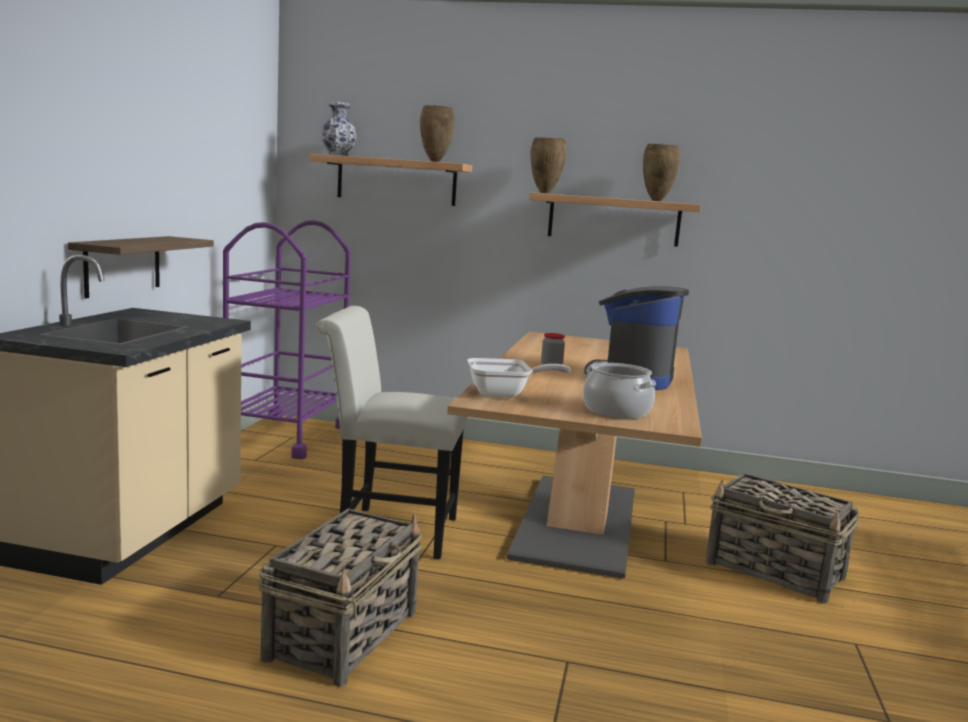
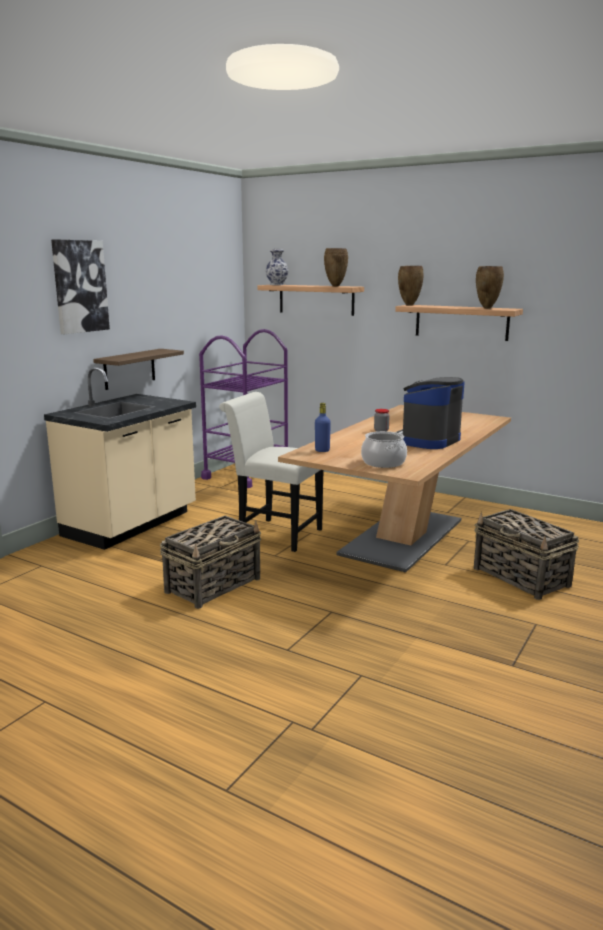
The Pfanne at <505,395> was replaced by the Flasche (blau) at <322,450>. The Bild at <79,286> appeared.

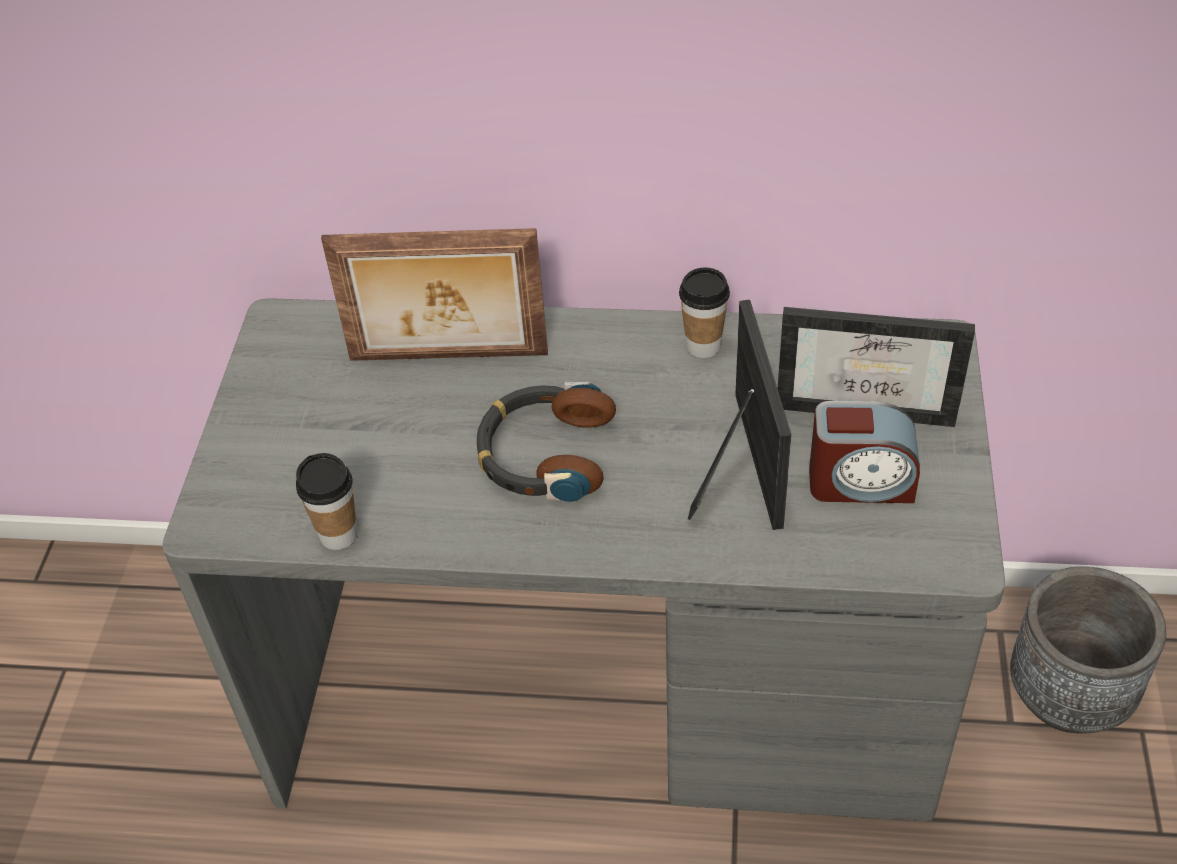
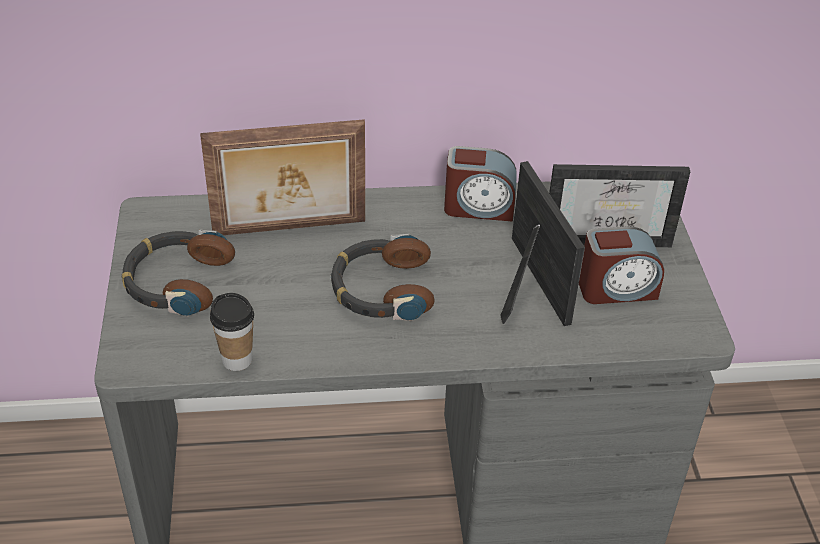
The Tasse at <703,346> was replaced by the Wecker at <479,207>. The Pflanzkübel (grau) at <1069,695> disappeared. The Kopfhörer at <176,281> appeared.

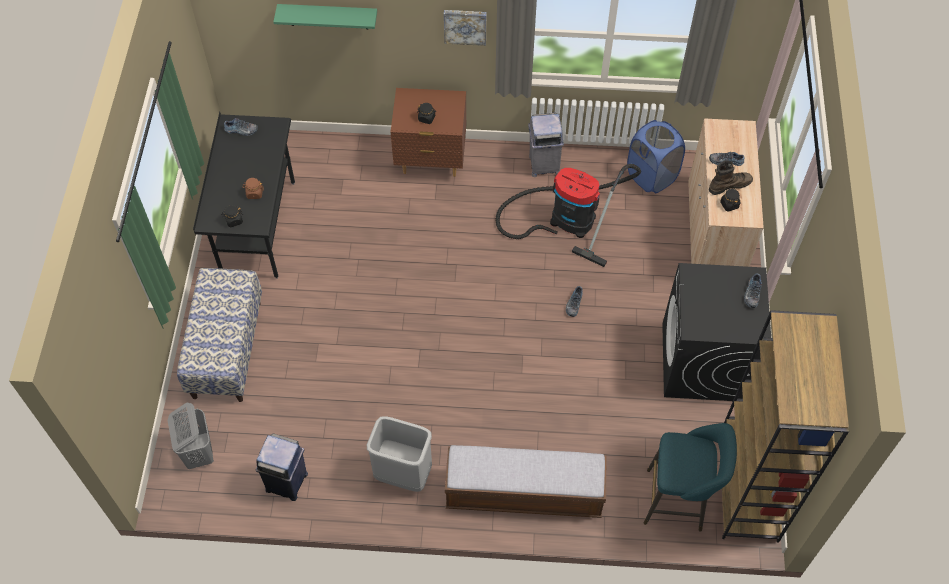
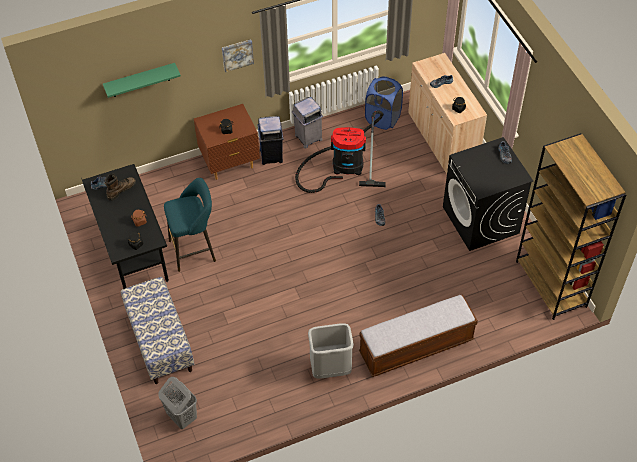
The Stiefel (braun) moved from <729,185> to <121,190>. The Hocker (türkis) moved from <679,500> to <195,250>. The Mülleimer (blau) moved from <287,482> to <272,156>.

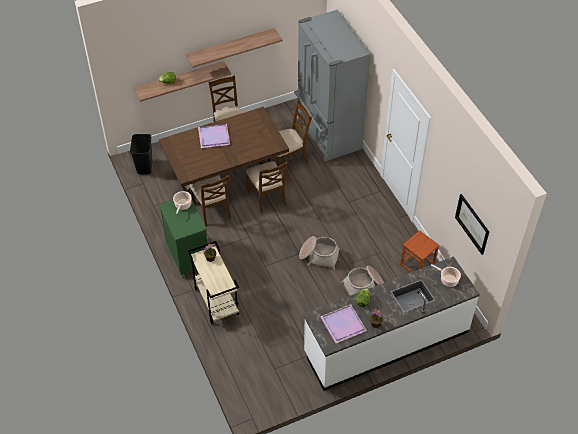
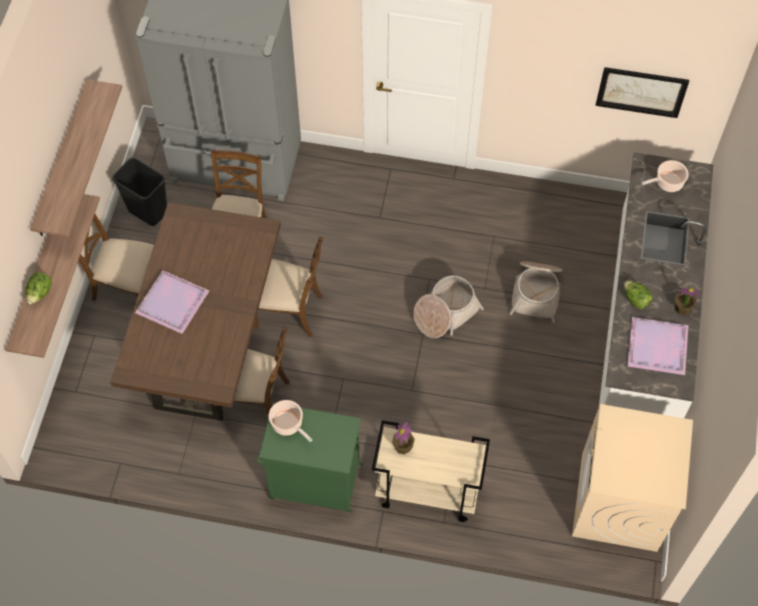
The Mülleimer (schwarz) moved from <144,167> to <147,211>. The Hocker (braun) at <417,265> disappeared. The Waschmaschine (beige) at <619,502> appeared.

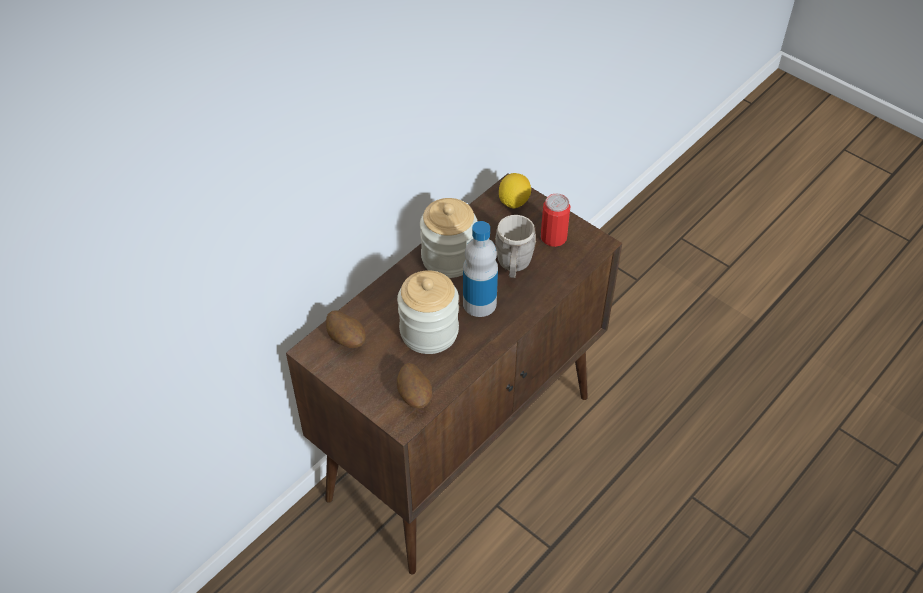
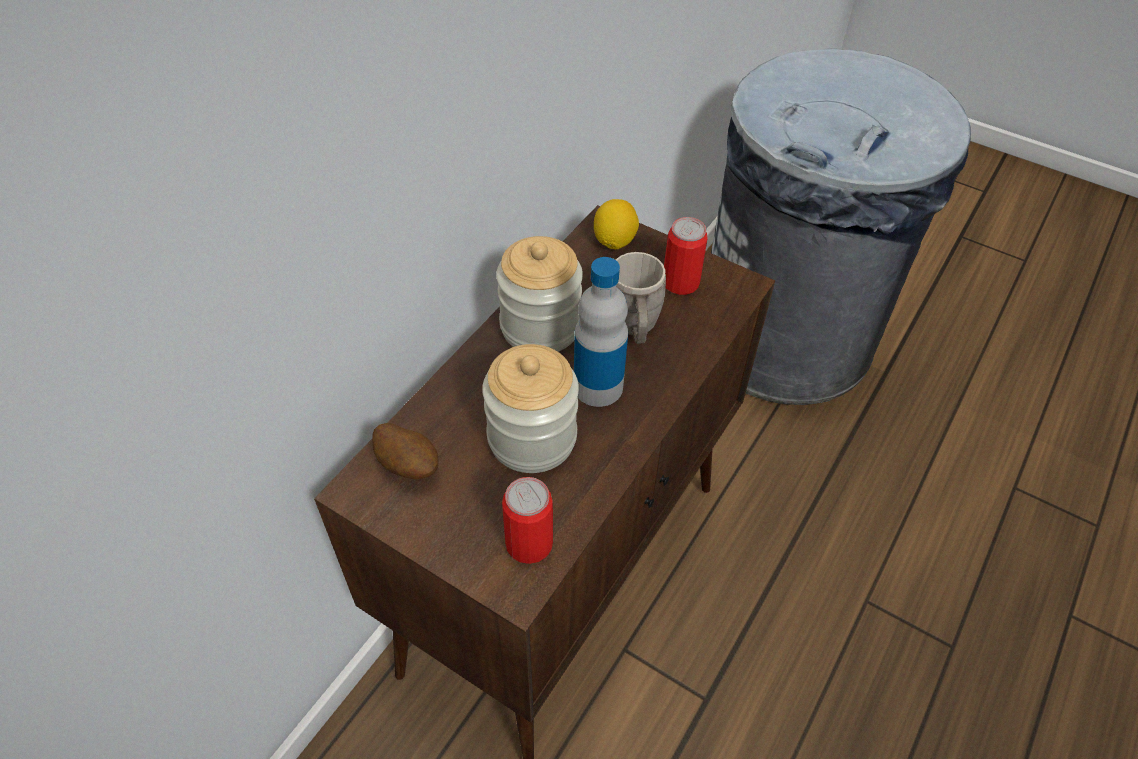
The Kartoffel at <415,396> was replaced by the Dose at <529,543>. The Mülleimer (grau) at <785,338> appeared.

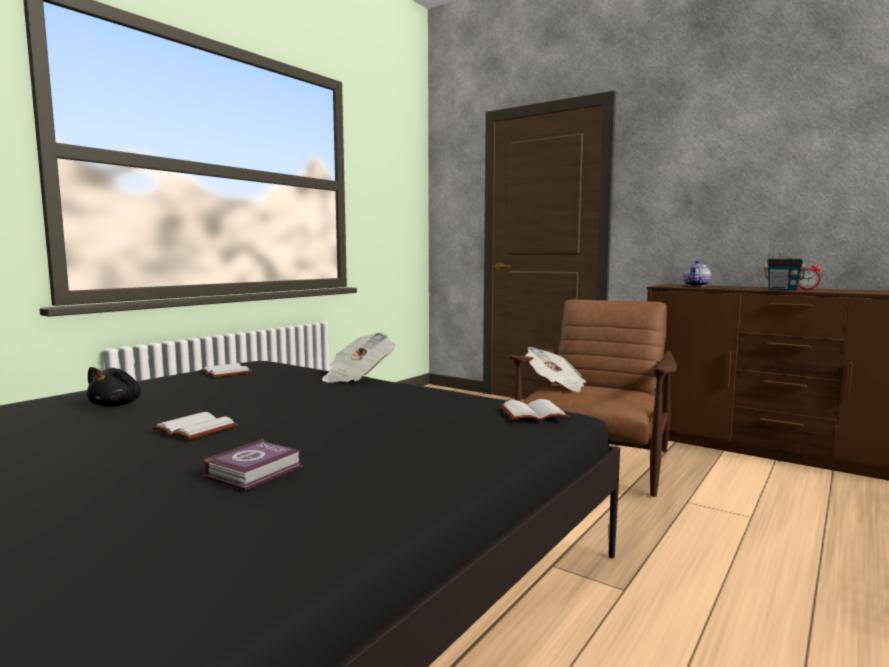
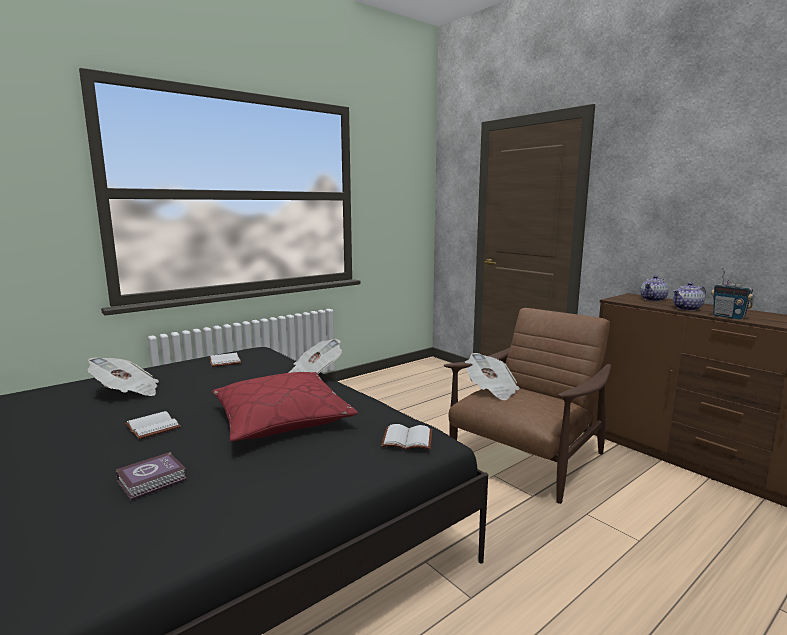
The Wecker at <806,289> disappeared. The Plüschtier (schwarz) at <117,405> was replaced by the Zeitung at <127,392>. The Teekanne at <687,309> appeared. The Kissen (rot) at <281,419> appeared.

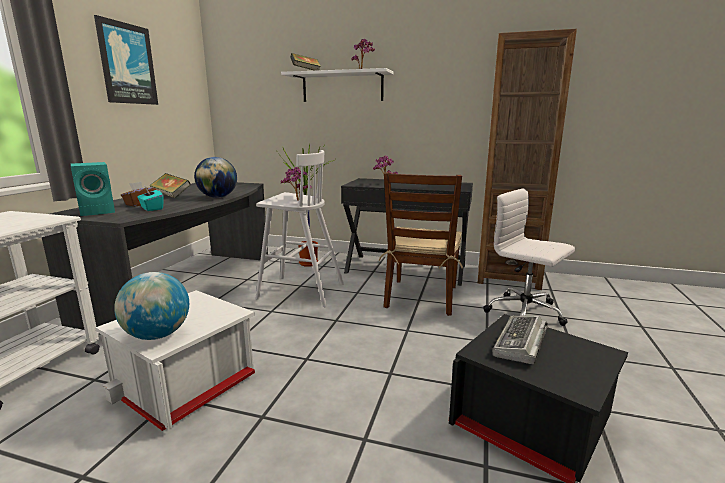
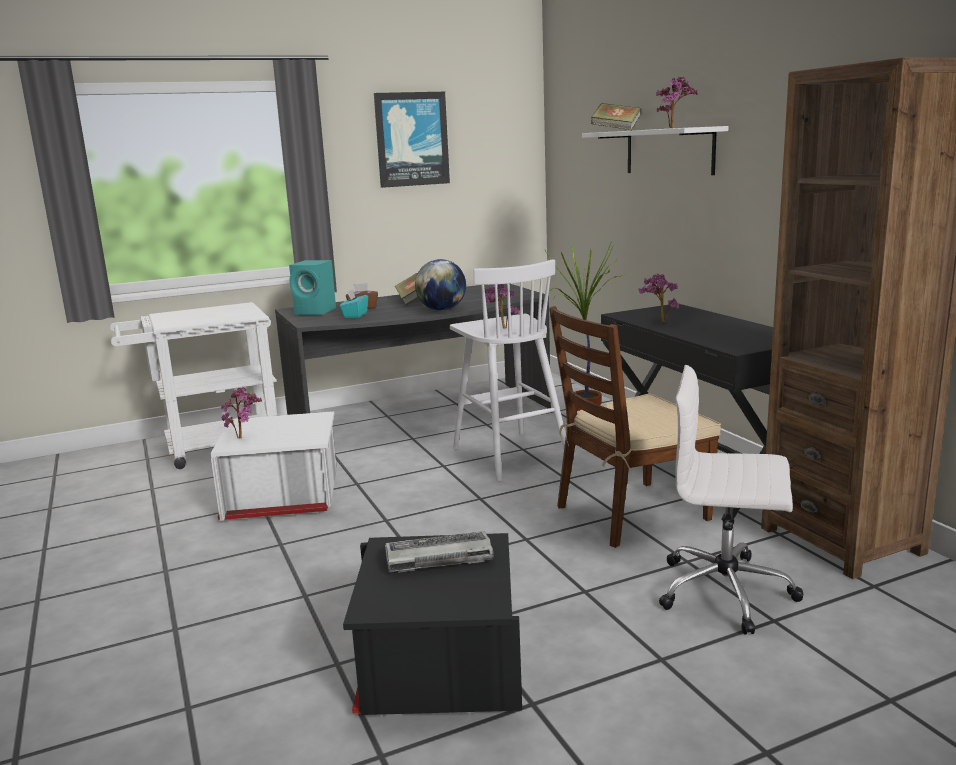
The Bürostuhl (weiß) at <526,313> turned 75 degrees counterclockwise. The Globus at <158,335> was replaced by the Topfpflanze at <243,438>.

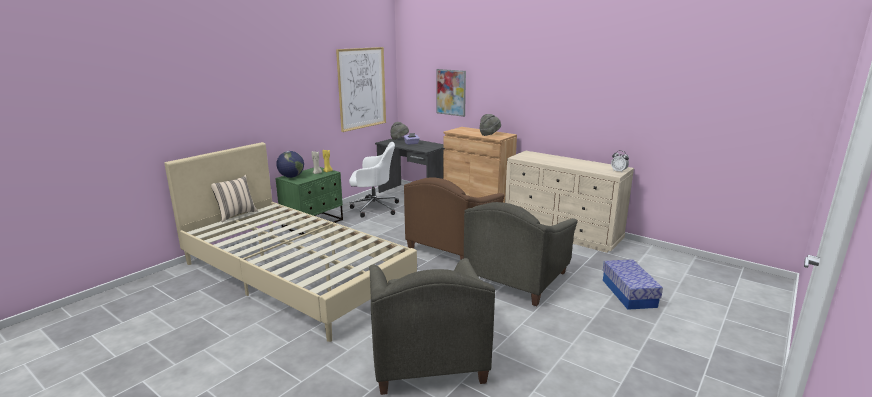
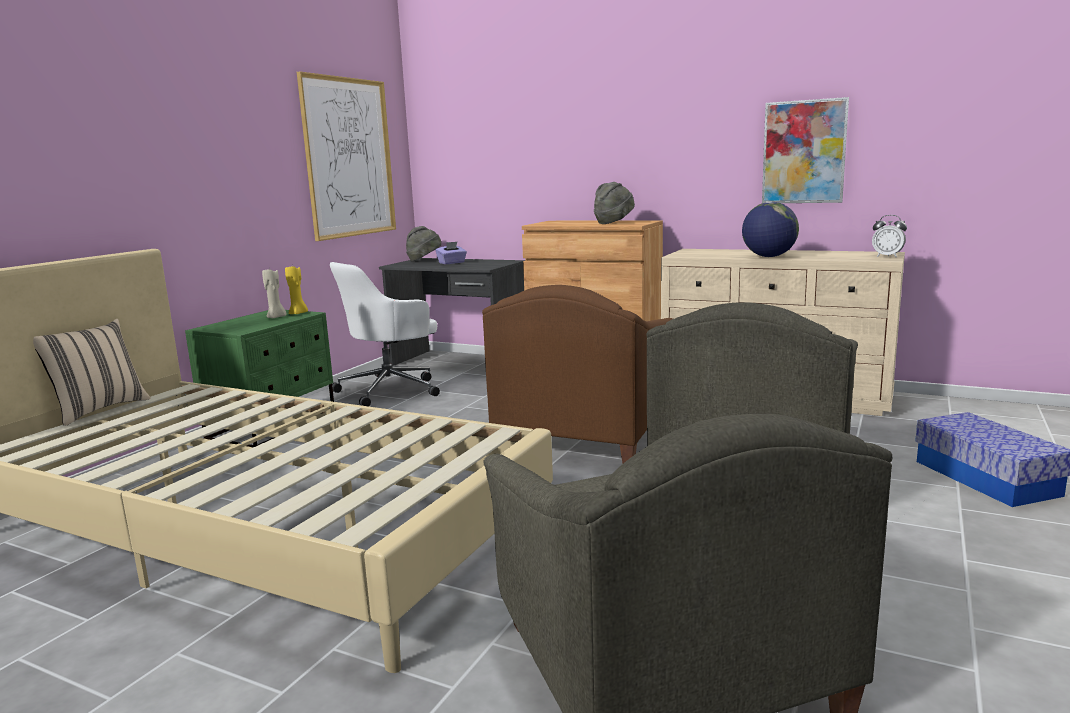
The Bild moved from <451,92> to <804,152>. The Bürostuhl (weiß) at <373,208> turned 150 degrees clockwise. The Globus moved from <291,177> to <769,256>.

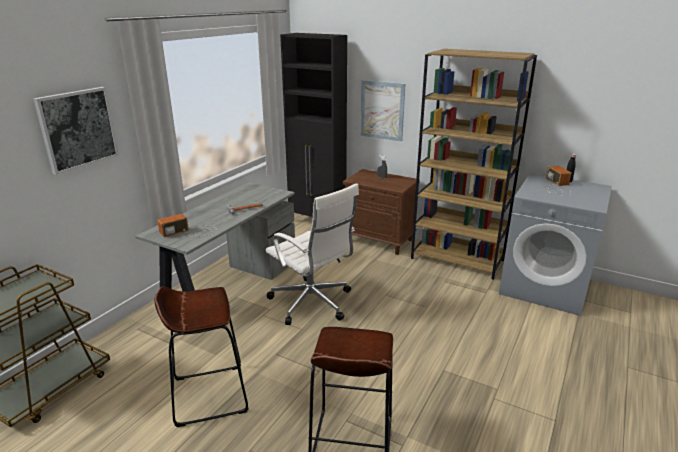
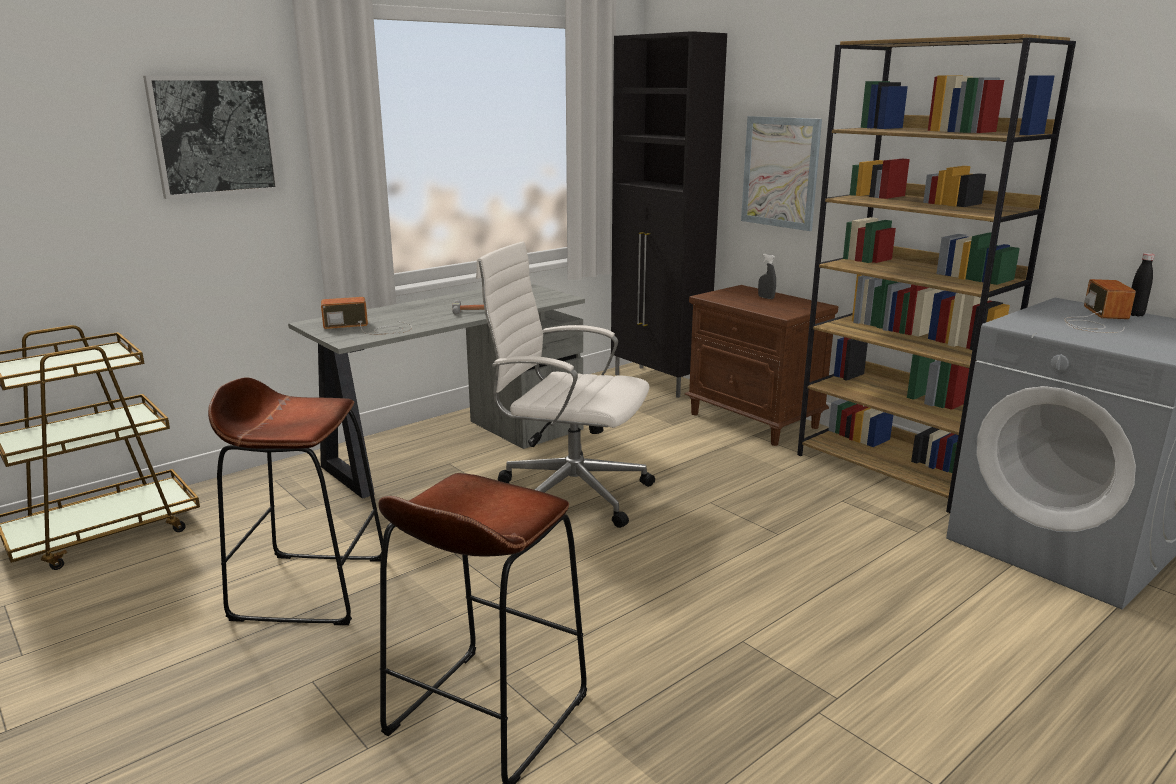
The Bürostuhl (weiß) at <312,303> turned 135 degrees clockwise.

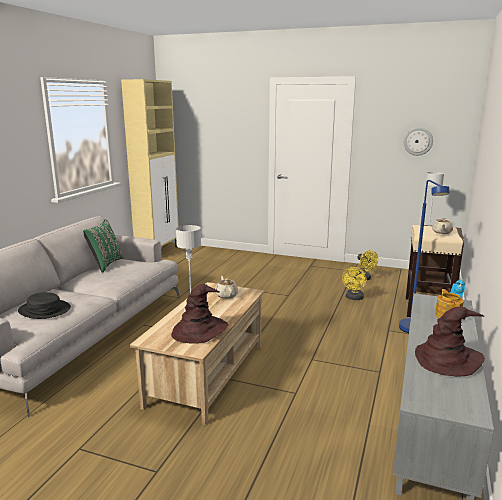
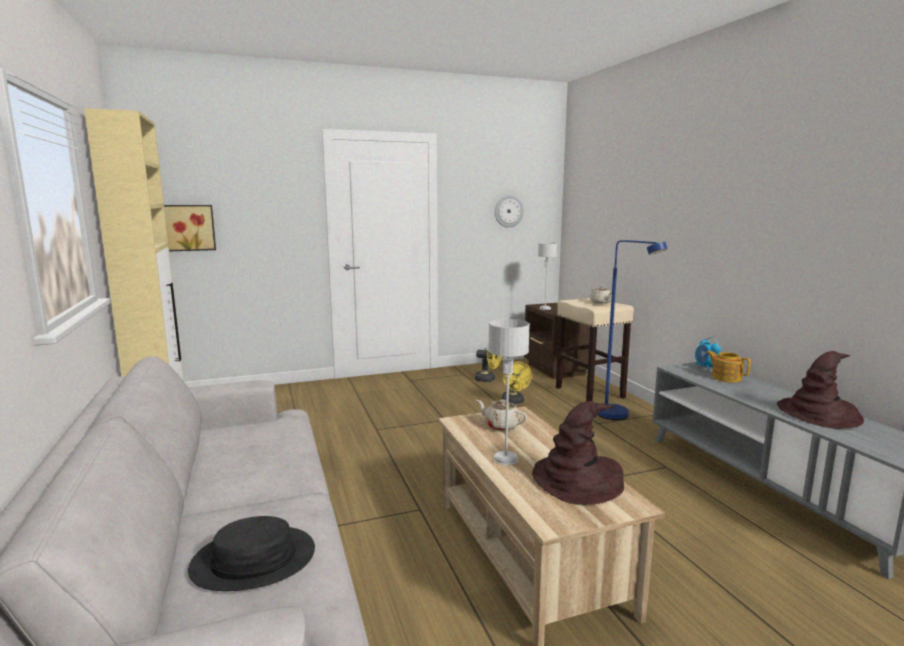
The Kissen (grün) at <105,264> disappeared. The Bild at <189,227> appeared.

